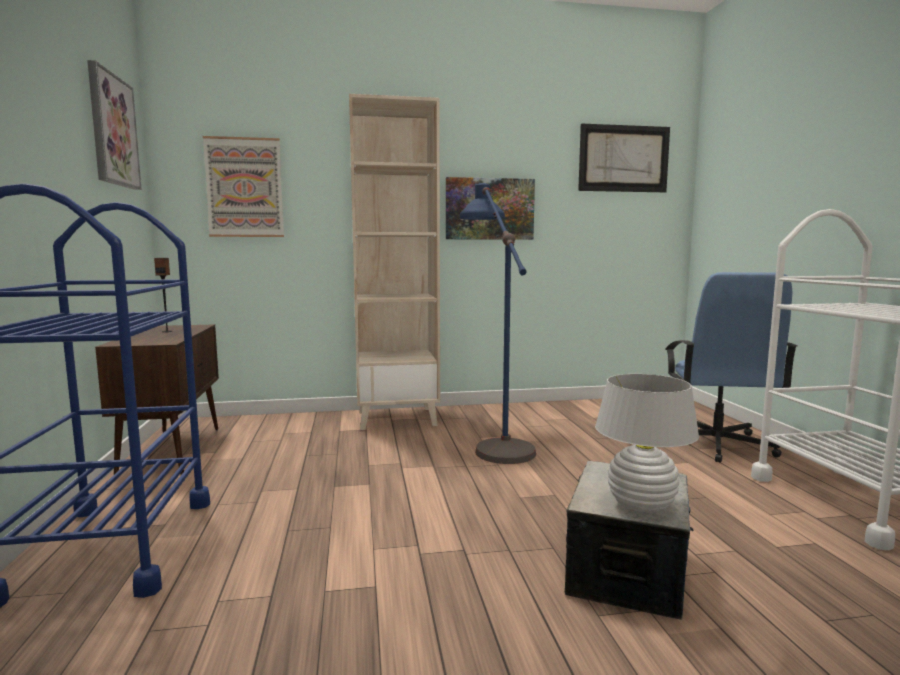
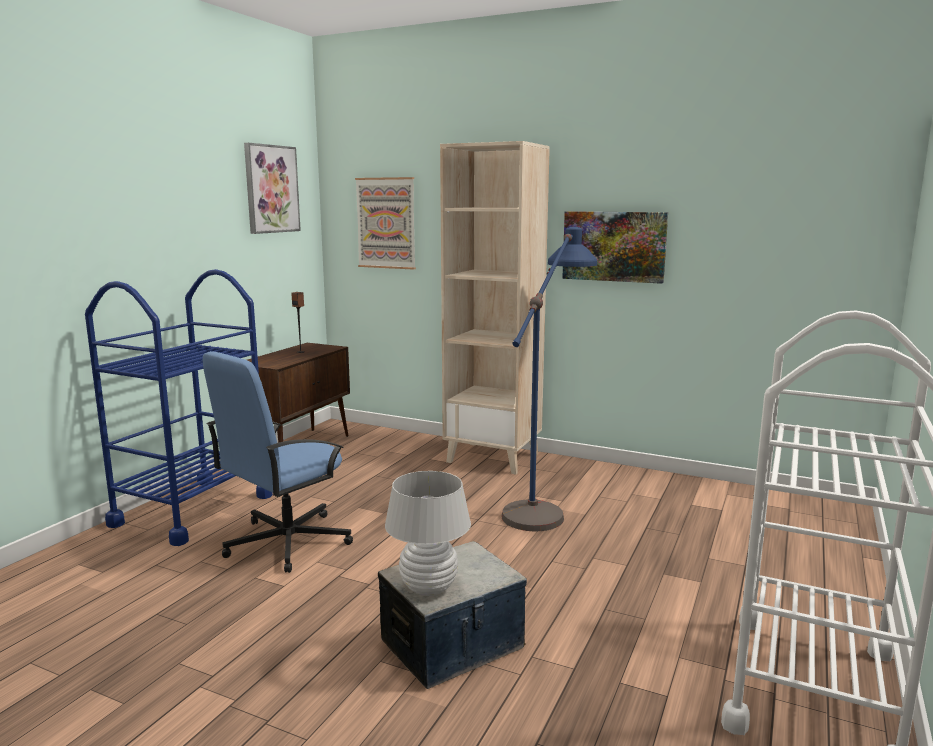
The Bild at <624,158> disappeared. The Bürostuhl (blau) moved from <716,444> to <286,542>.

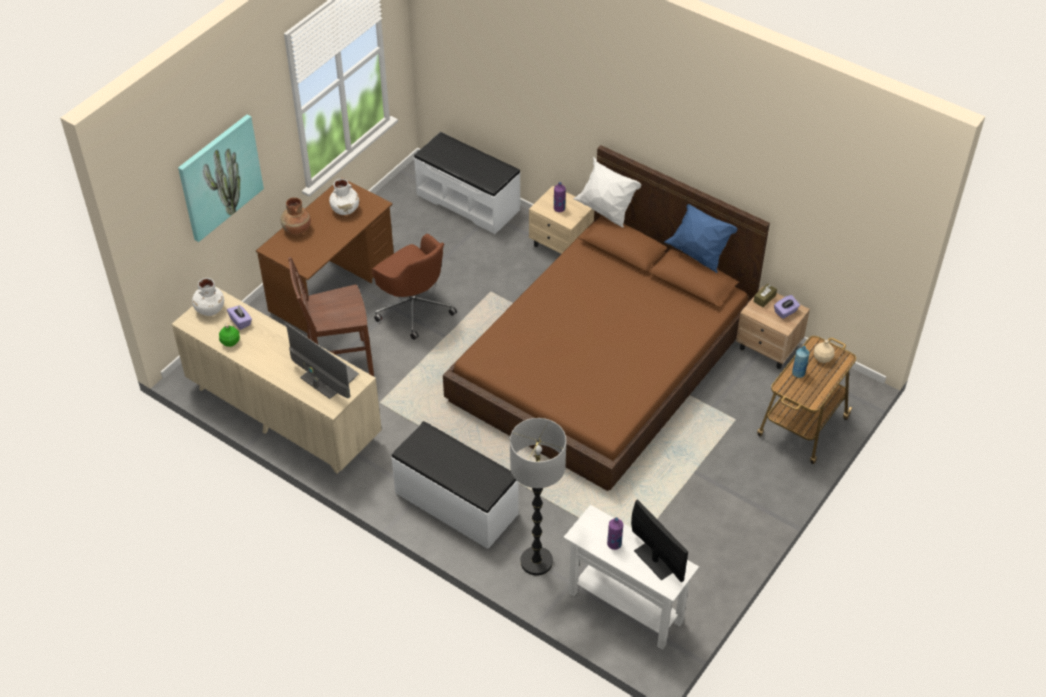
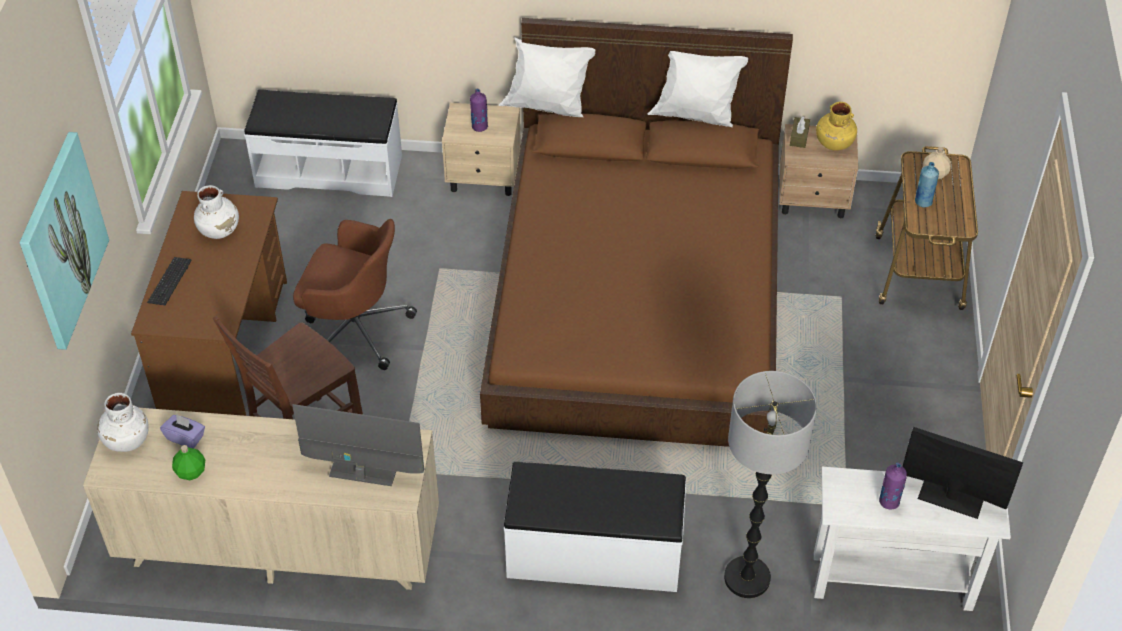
The Vase (braun) at <296,229> was replaced by the Tastatur at <170,282>. The Kissen (blau) at <698,256> became the Kissen (weiß) at <696,116>. The Taschentuchbox (lila) at <785,312> was replaced by the Vase (gelb) at <834,143>.

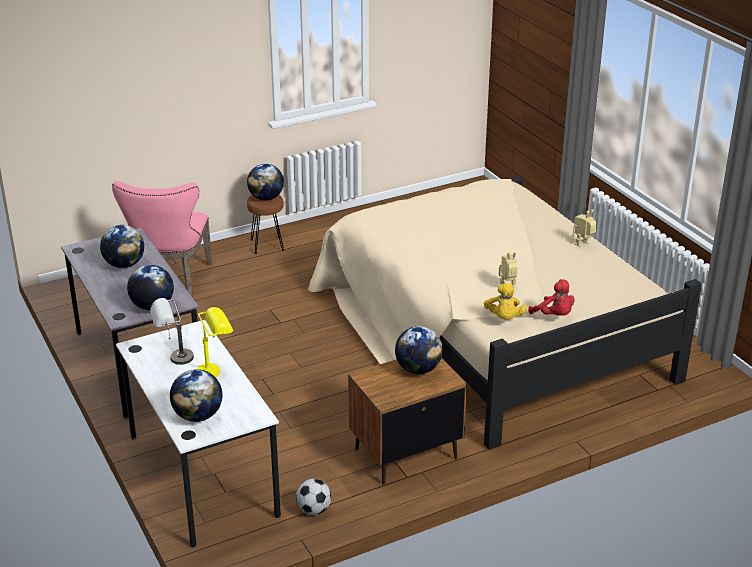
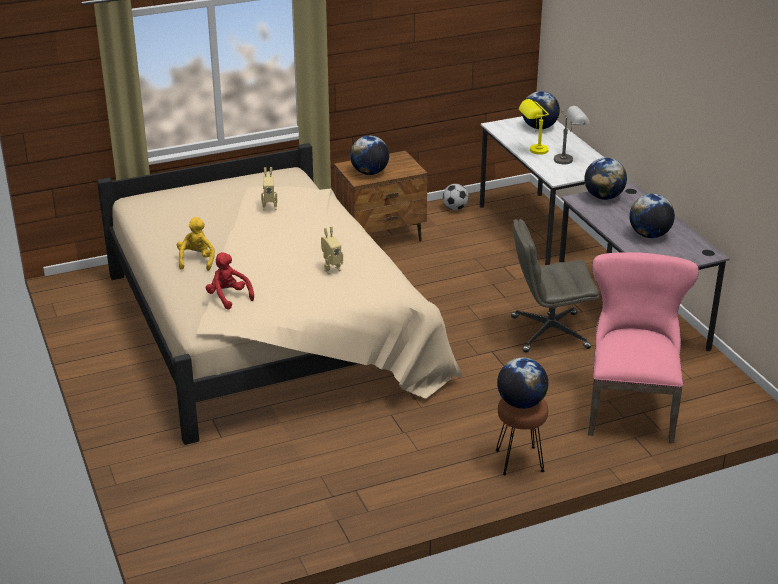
The Spielzeugroboter moved from <583,244> to <331,269>. The Plüschtier (rot) moved from <554,315> to <228,297>. The Plüschtier (gelb) moved from <504,318> to <197,260>. The Bürostuhl (grau) at <548,333> appeared.

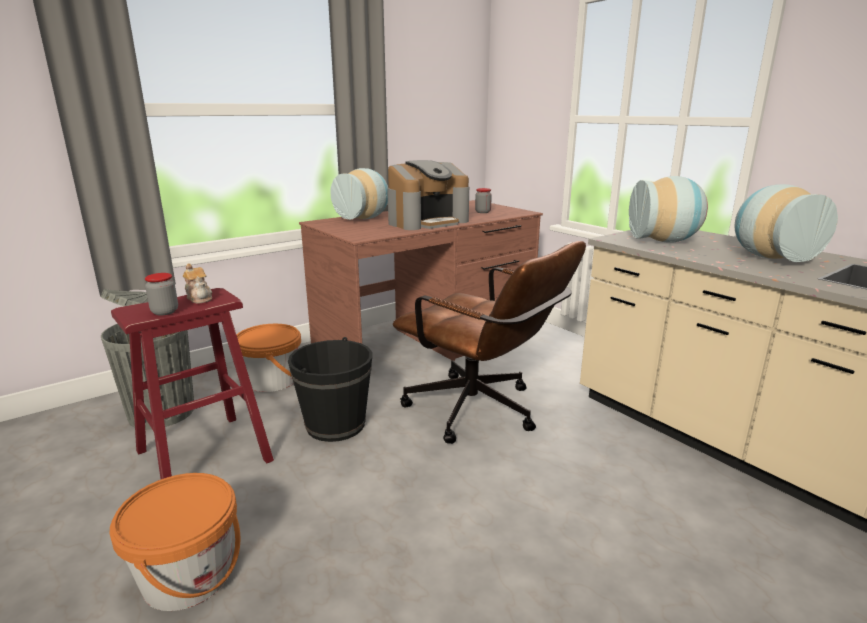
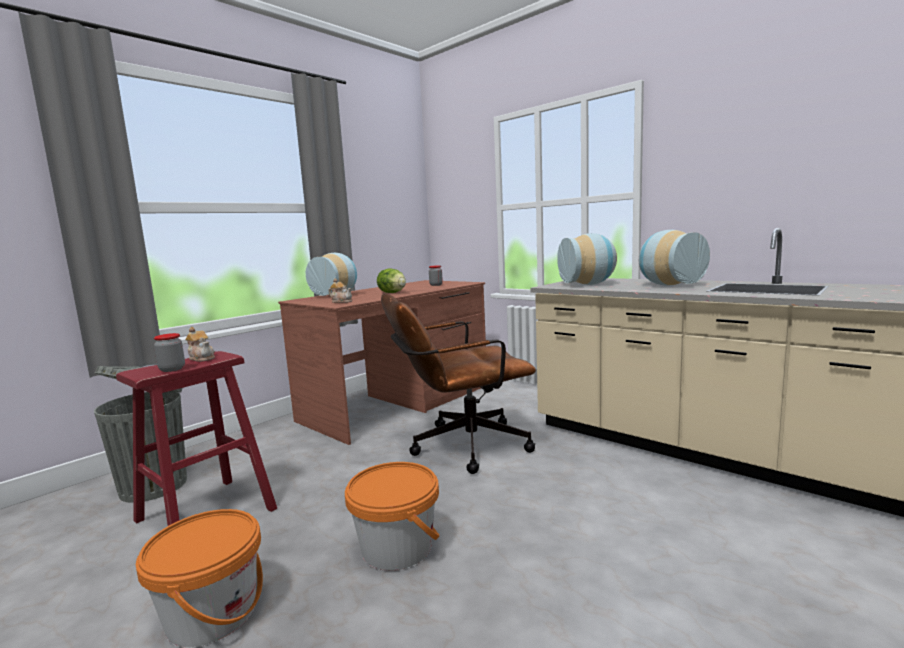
The Kaffeemaschine at <427,222> was replaced by the Salatkopf at <392,293>. The Bürostuhl (braun) at <482,413> turned 135 degrees clockwise. The Eimer (orange) moved from <272,380> to <397,547>. The Eimer (schwarz) at <335,425> disappeared. The Teekanne at <341,301> appeared.

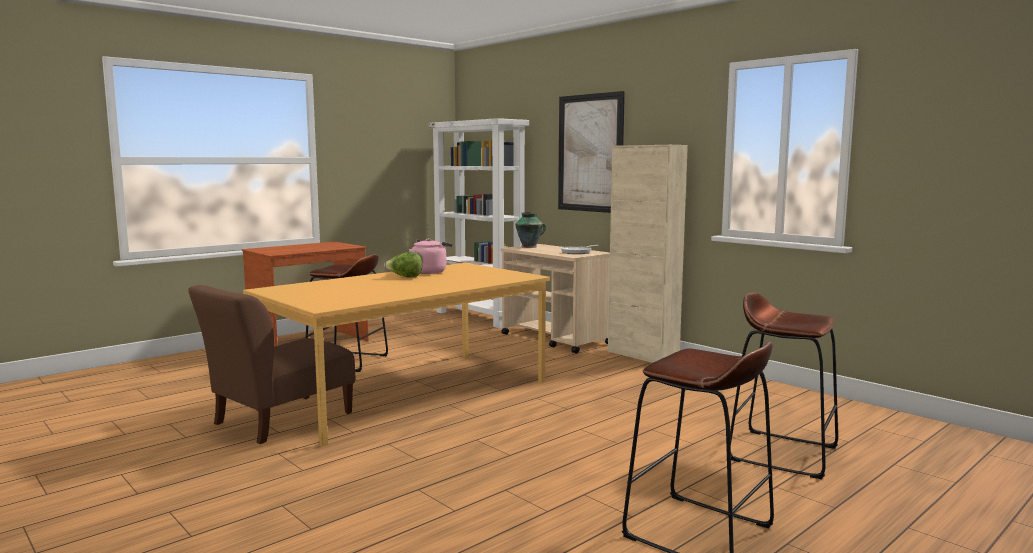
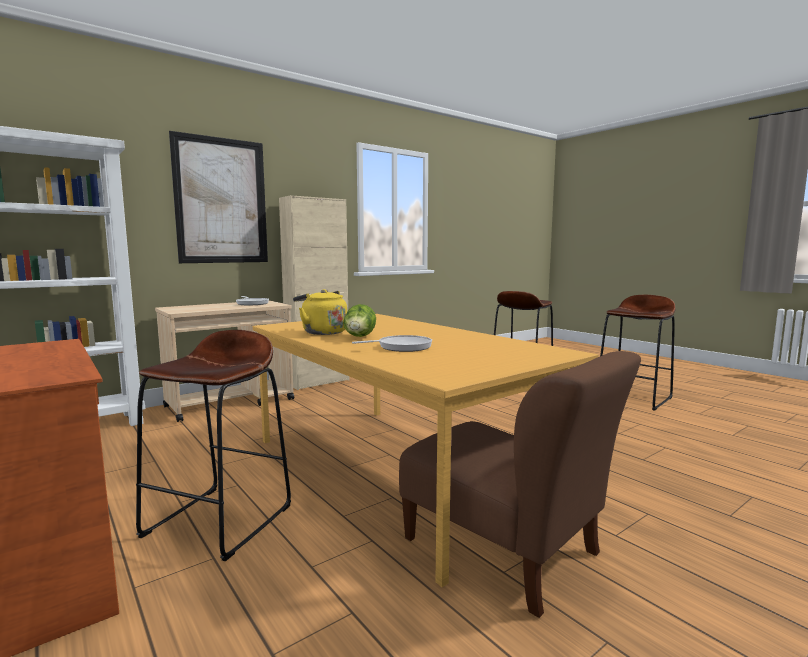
The Vase at <530,247> disappeared. The Wasserkessel (rosa) at <430,272> became the Wasserkessel (gelb) at <322,332>. The Pfanne at <401,347> appeared.

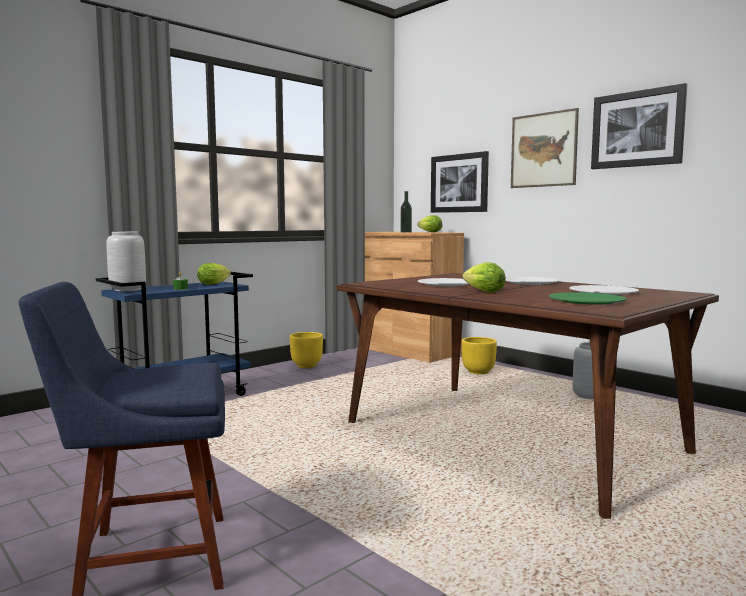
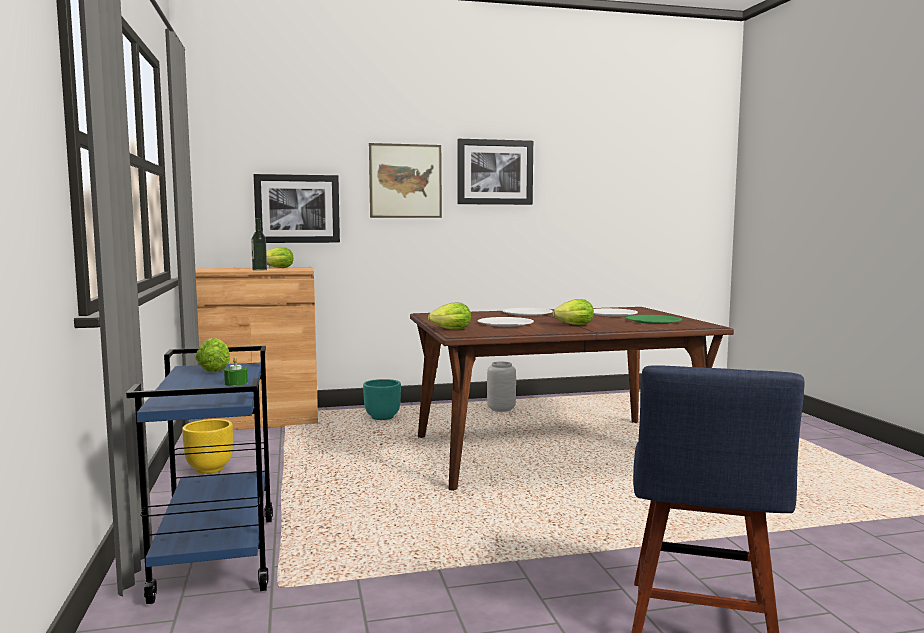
The Vase (grau) at <128,289> disappeared. The Pflanzkübel (gelb) at <478,372> became the Pflanzkübel (türkis) at <382,418>. The Salatkopf at <449,330> appeared.

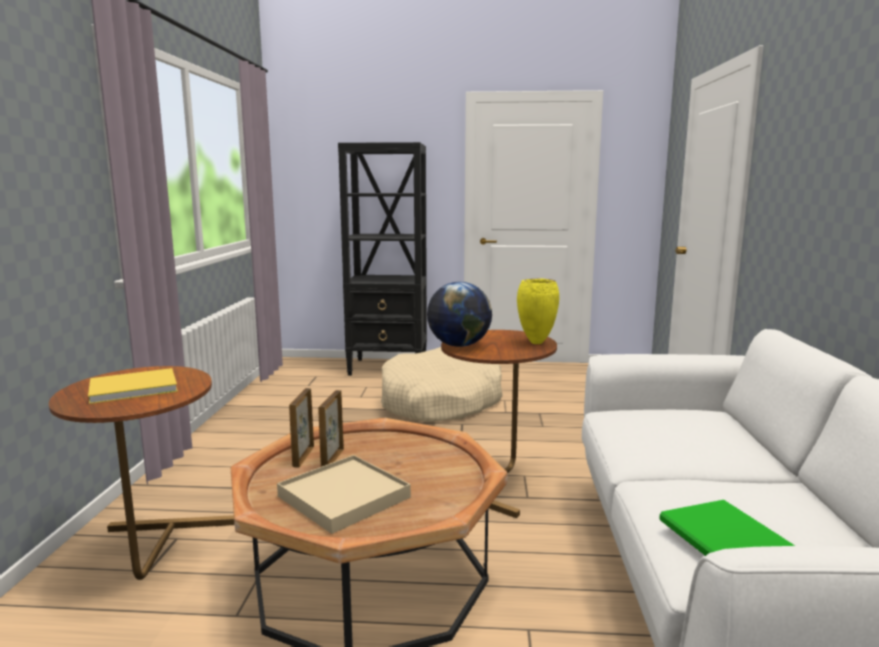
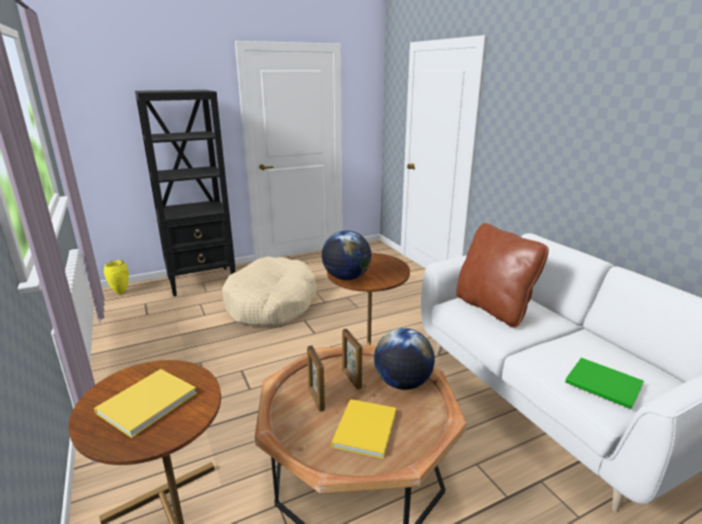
The Vase (gelb) moved from <535,343> to <120,293>. The Bilderrahmen moved from <303,457> to <351,379>. The Tablett (beige) at <343,497> was replaced by the Buch (gelb) at <362,430>. The Kissen (braun) at <493,308> appeared. The Globus at <402,383> appeared.

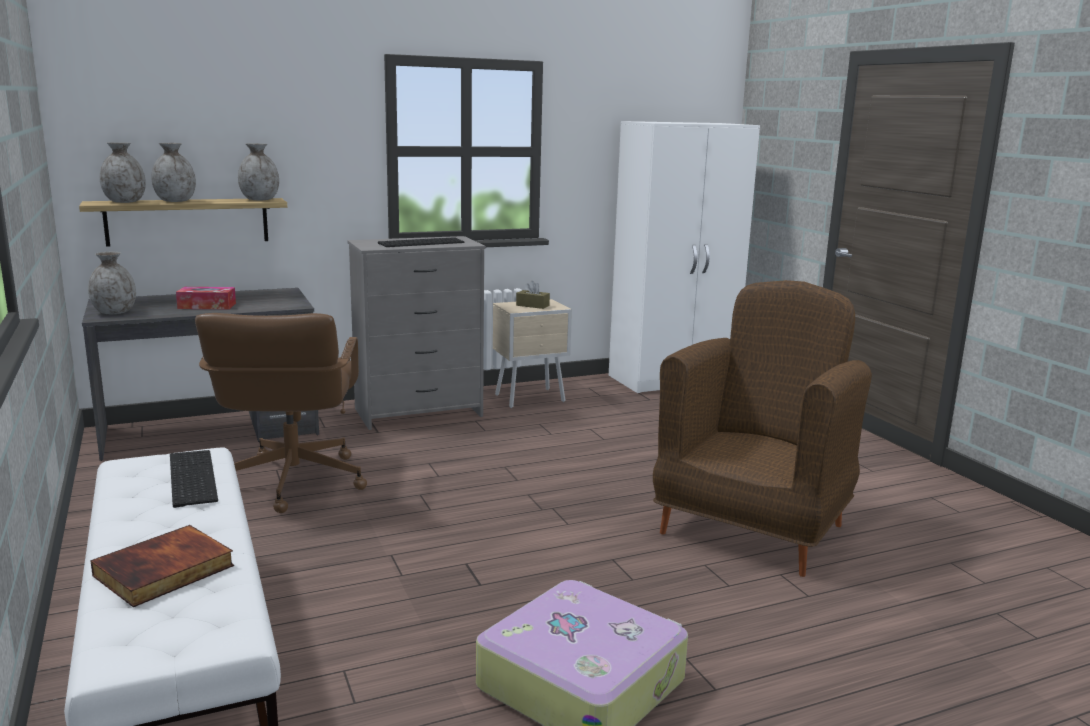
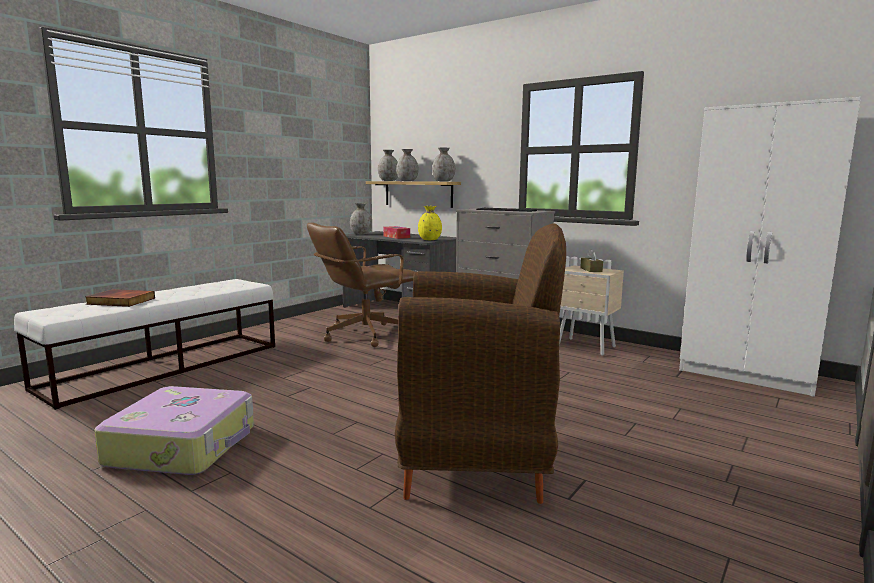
The Tastatur at <189,477> disappeared. The Vase (gelb) at <430,240> appeared.

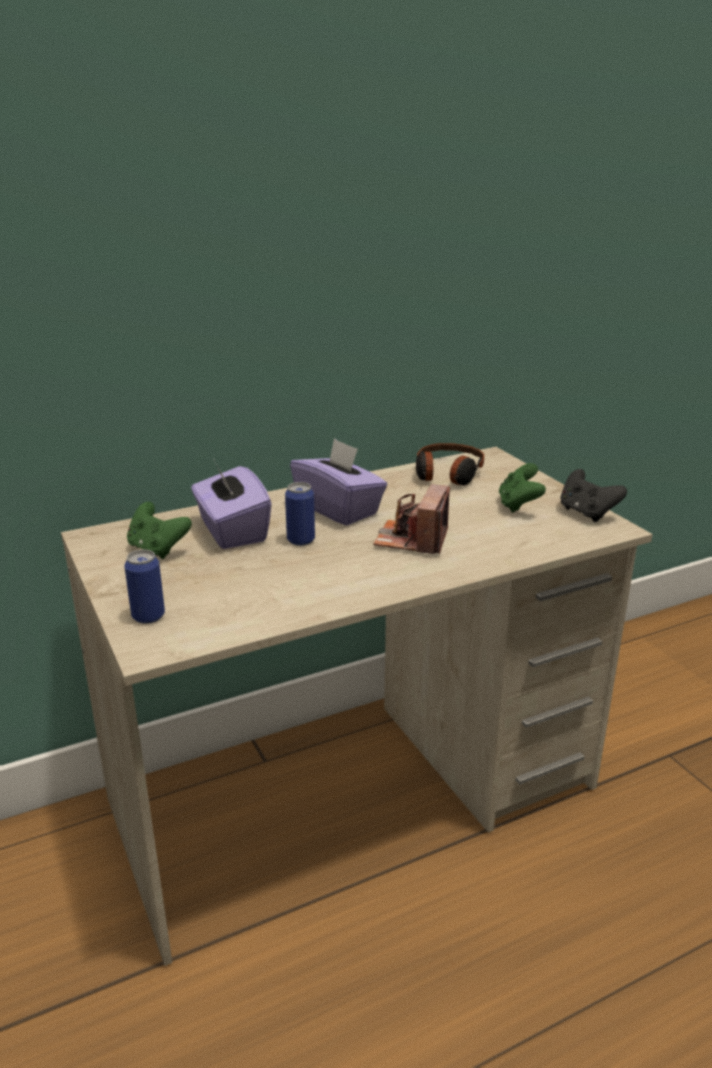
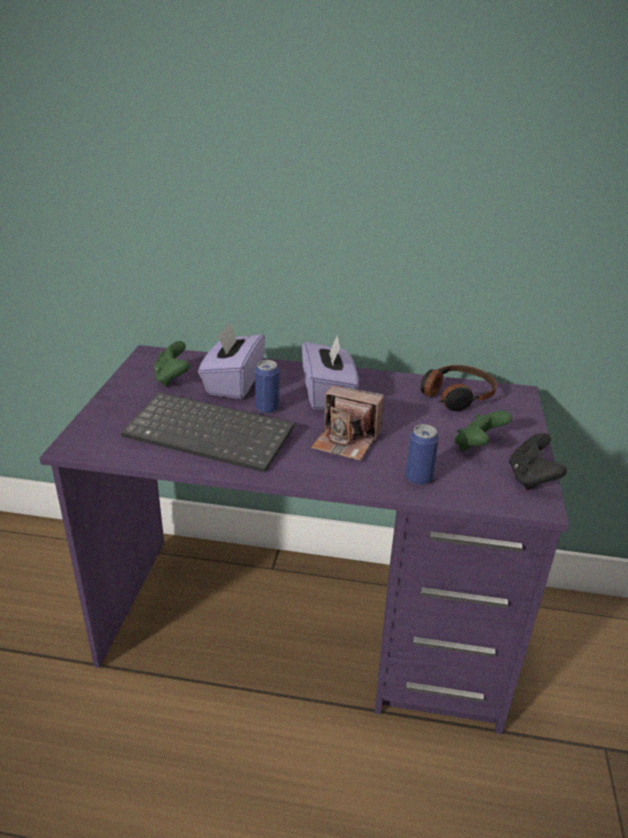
The Schreibtisch (beige) at <355,795> became the Schreibtisch (lila) at <307,627>. The Kamera at <412,539> turned 120 degrees counterclockwise. The Dose moved from <148,616> to <418,478>. The Tastatur at <212,433> appeared.

